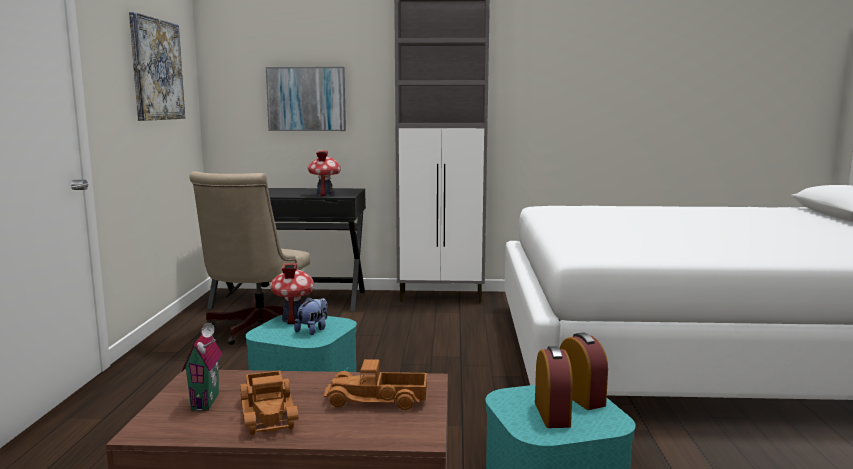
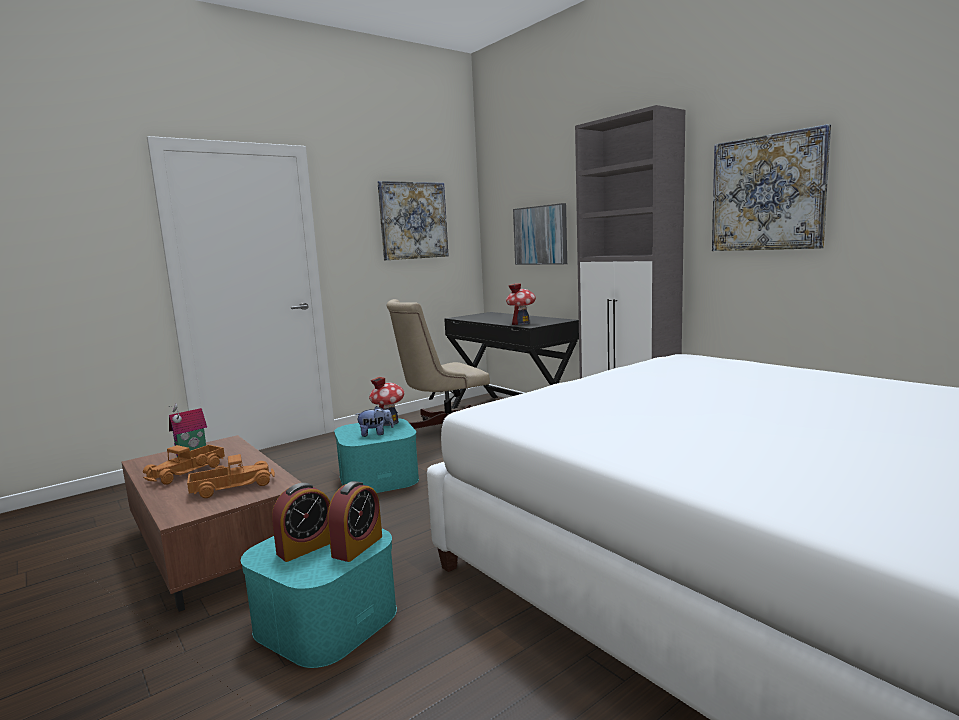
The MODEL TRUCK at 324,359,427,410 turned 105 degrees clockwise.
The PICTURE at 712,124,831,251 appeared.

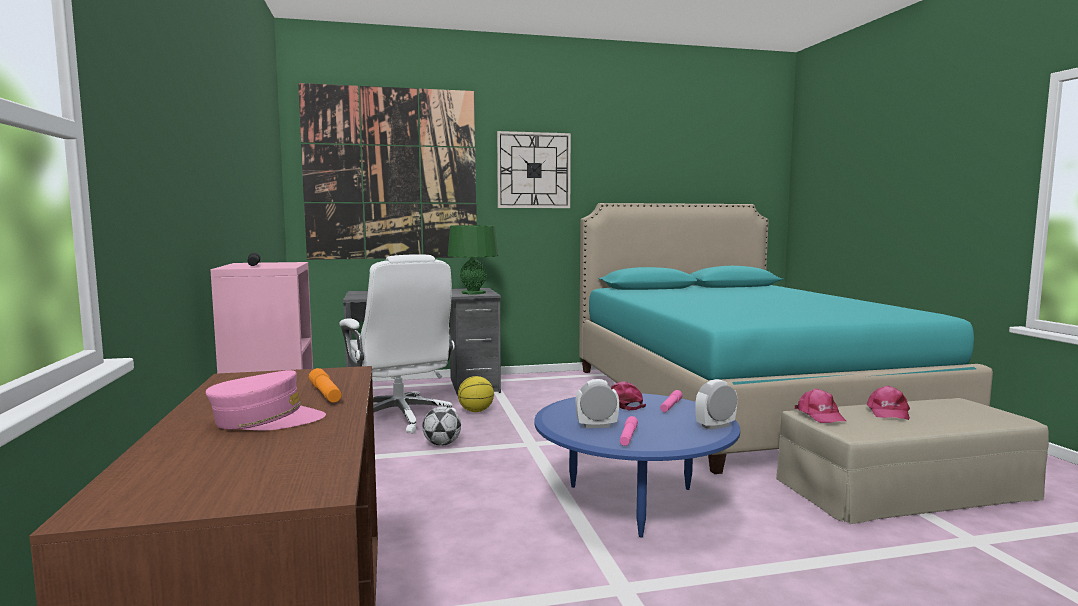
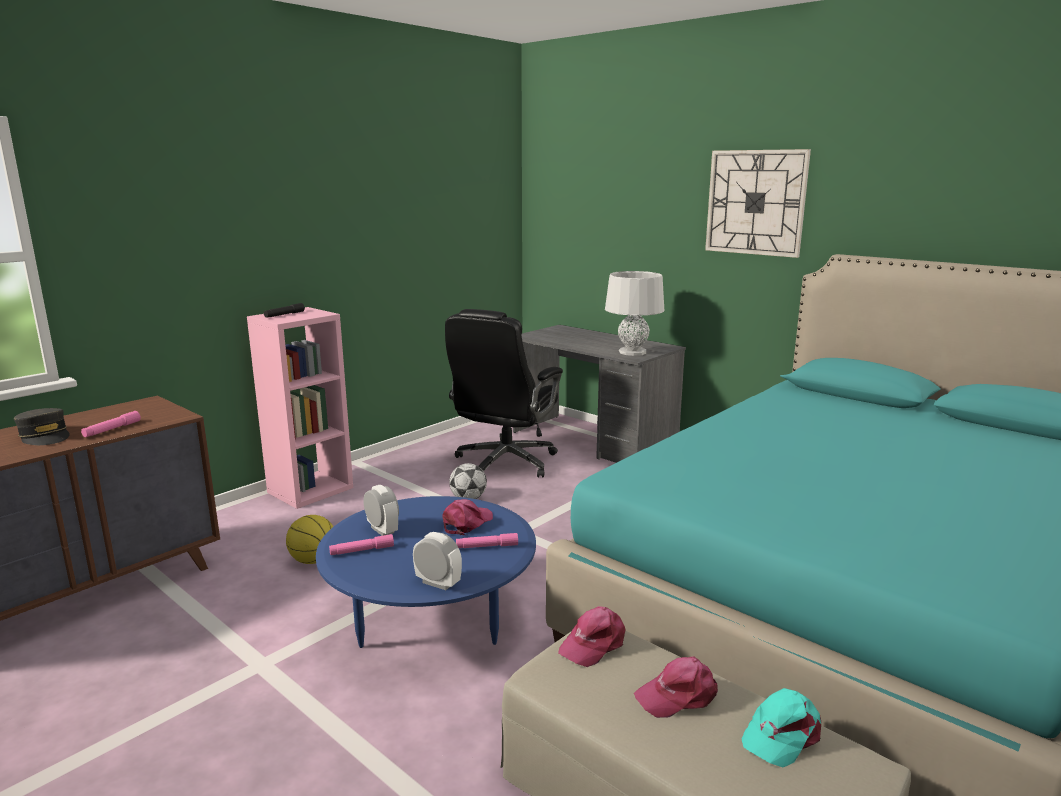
The PINK-COLOURED CAP at 206,370,326,431 became the GREYISH CAP at 14,408,70,445.
The PICTURE at 298,83,477,260 disappeared.
The ORANGEY FLASHLIGHT at 309,368,342,403 became the PINK-COLOURED FLASHLIGHT at 81,411,141,437.
The WHITISH OFFICE CHAIR at 339,254,456,434 became the BLACK-COLOURED OFFICE CHAIR at 445,309,563,478.
The GREEN LAMP FOR A TABLE at 448,225,498,294 became the GREYISH LAMP FOR A TABLE at 605,271,664,356.
The BASKETBALL BALL moved from 458,376,494,412 to 286,515,333,564.
The TURQUOISE CAP at 742,688,821,767 appeared.

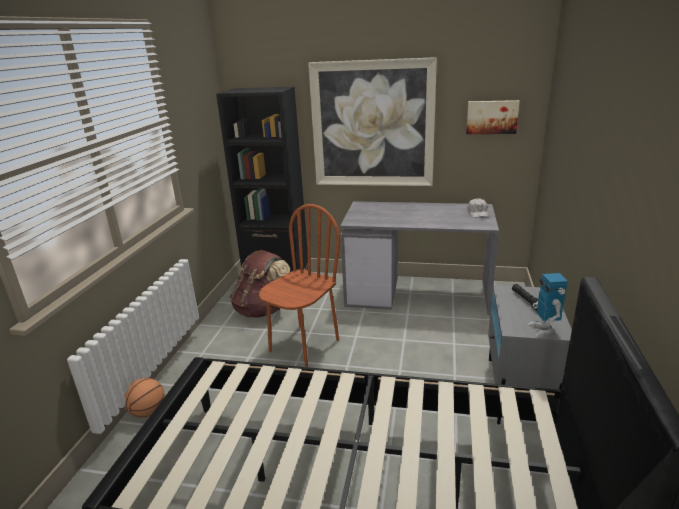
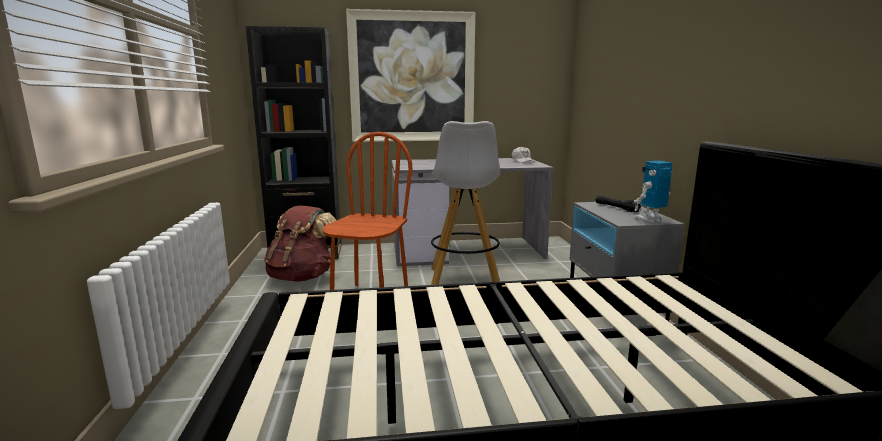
The BASKETBALL BALL at 124,378,165,417 disappeared.
The PICTURE at 466,100,520,134 disappeared.
The ROBOT FIGURE at 528,273,568,337 turned 90 degrees clockwise.
The WHITISH STOOL SEAT at 431,121,500,285 appeared.

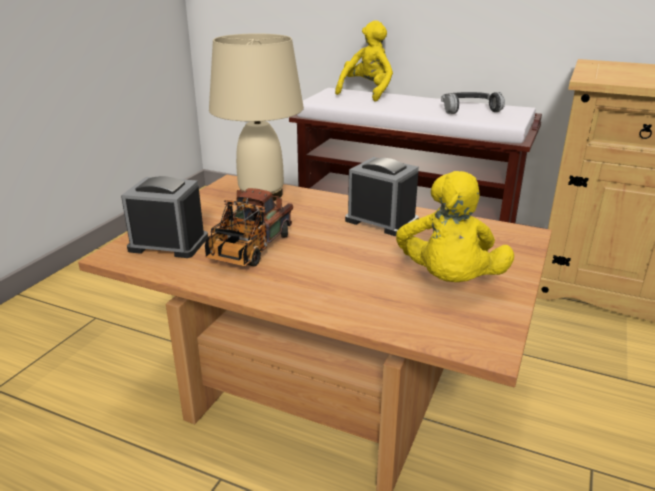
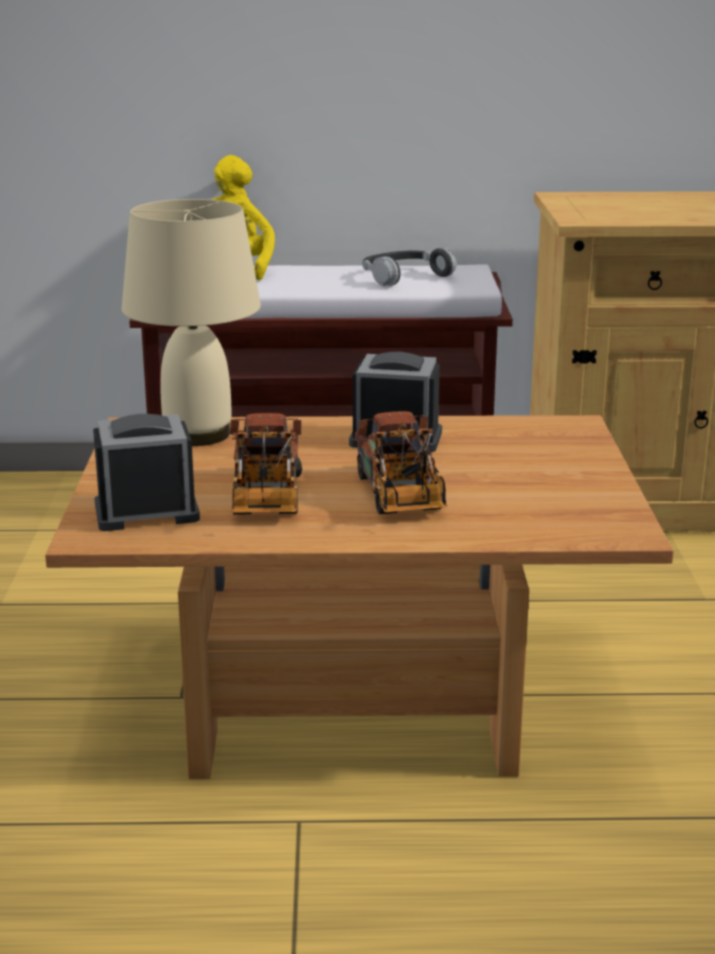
The YELLOWISH CUDDLY TOY at 396,171,514,282 disappeared.
The MODEL TRUCK at 354,411,447,514 appeared.

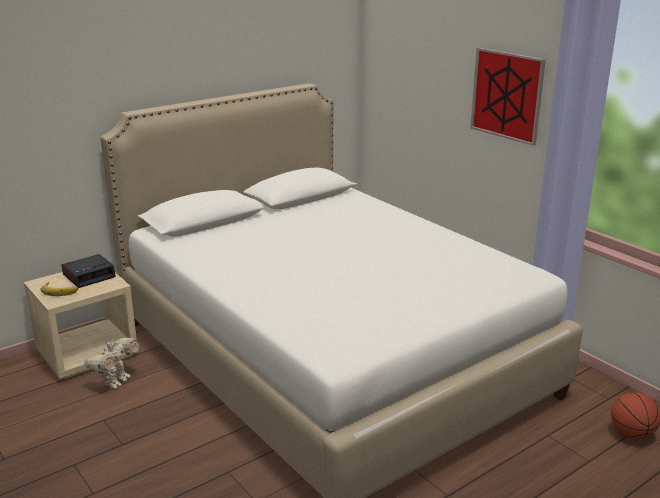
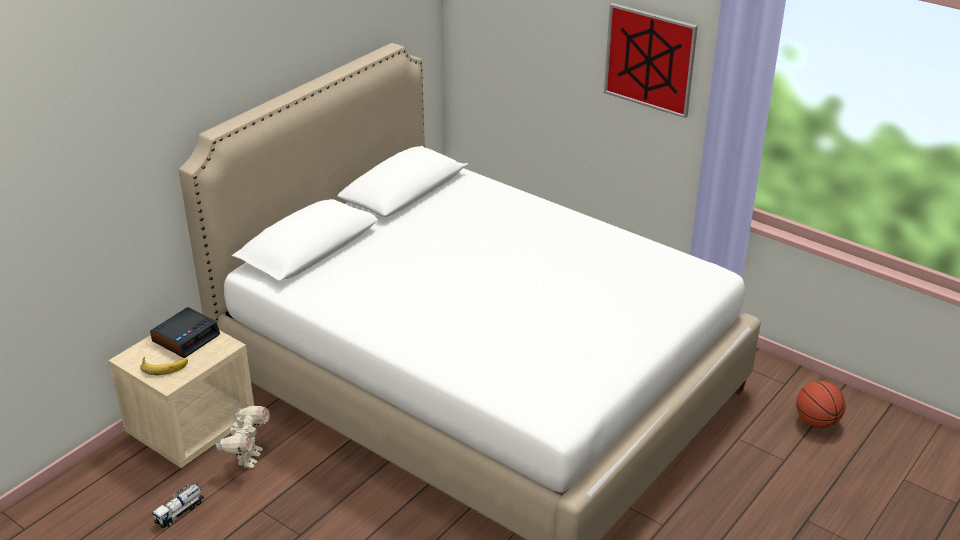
The MODEL TRUCK at 152,483,204,528 appeared.

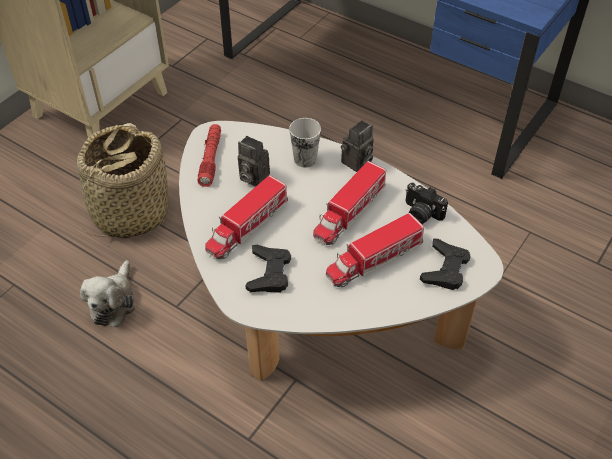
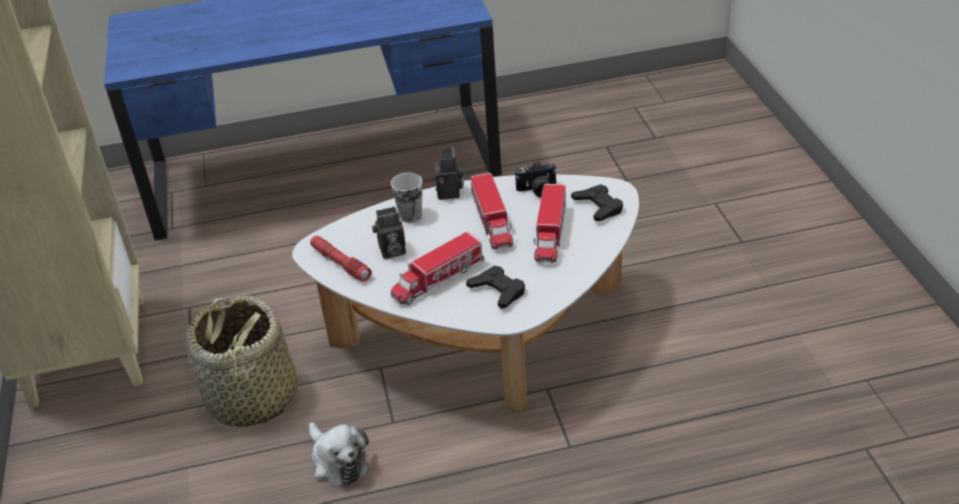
The MODEL TRUCK at 205,175,288,259 turned 60 degrees clockwise.

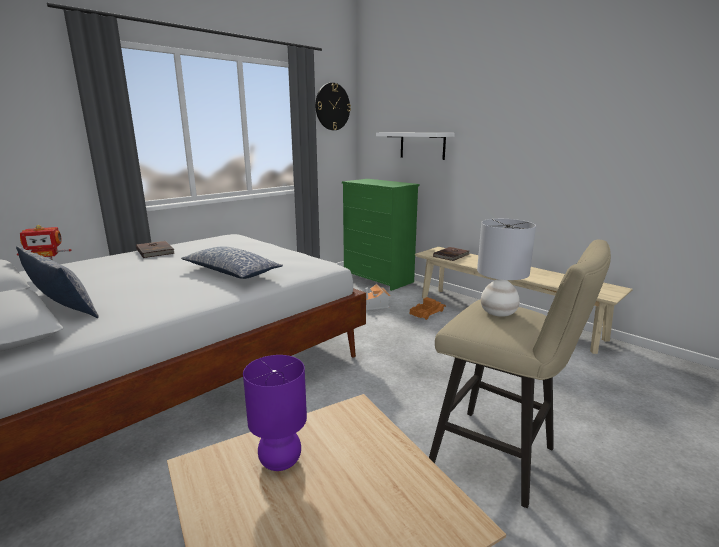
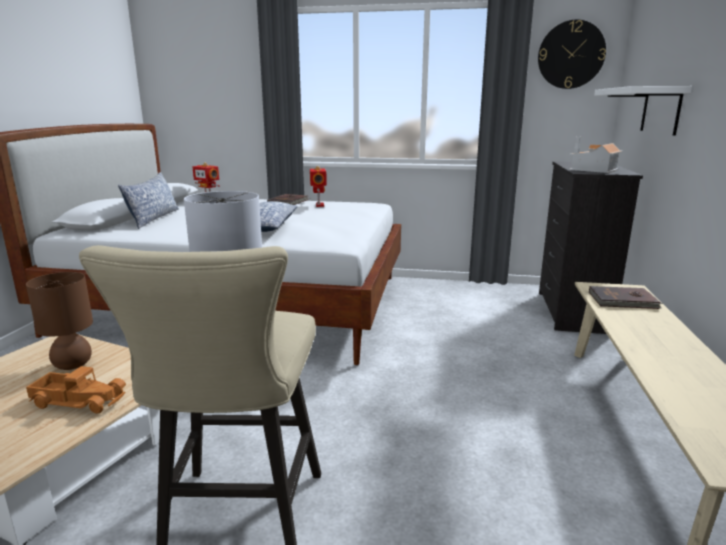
The PURPLISH LAMP FOR A TABLE at 243,355,307,471 became the BROWNISH LAMP FOR A TABLE at 26,272,93,370.
The GREEN DRAWER CHEST at 342,179,419,291 became the BLACK-COLOURED DRAWER CHEST at 539,161,643,334.
The MODEL HOUSE moved from 365,284,391,310 to 569,137,623,173.
The MODEL TRUCK moved from 409,297,446,320 to 26,366,126,414.
The ROBOT FIGURE at 310,166,327,207 appeared.

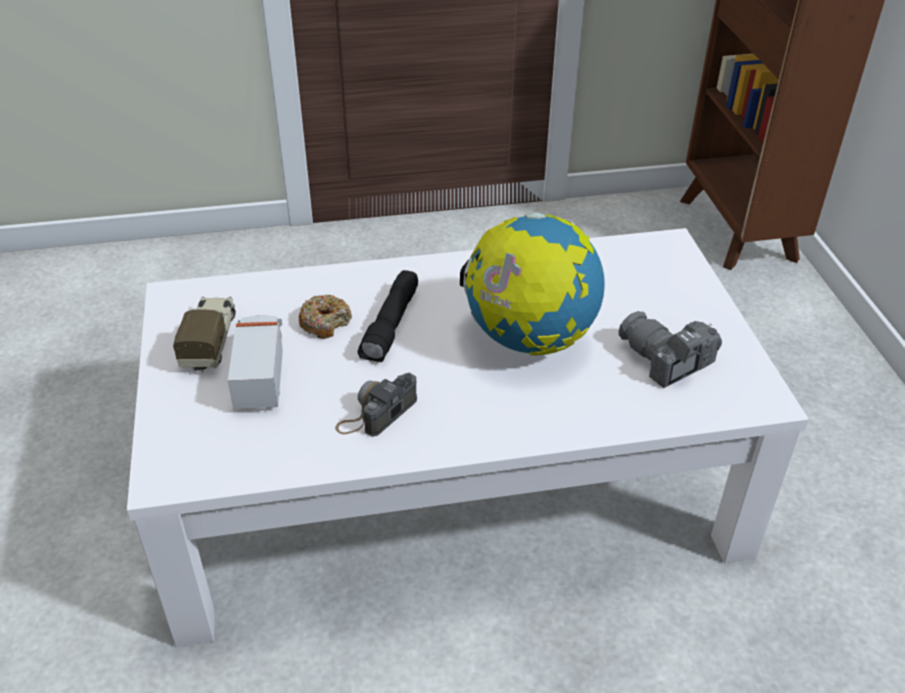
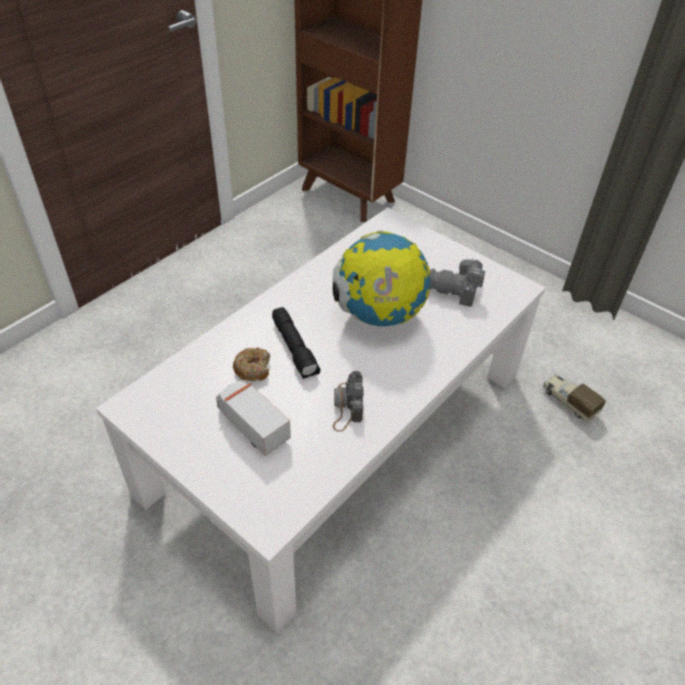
The MODEL TRUCK moved from 173,296,236,372 to 543,374,606,422.

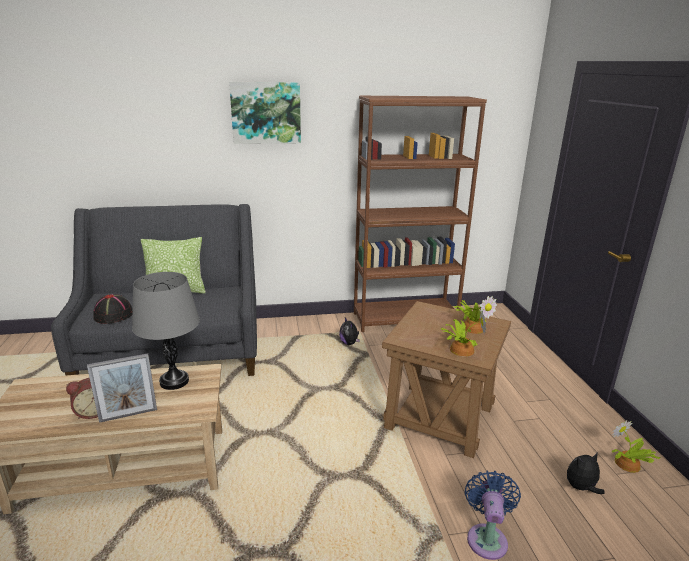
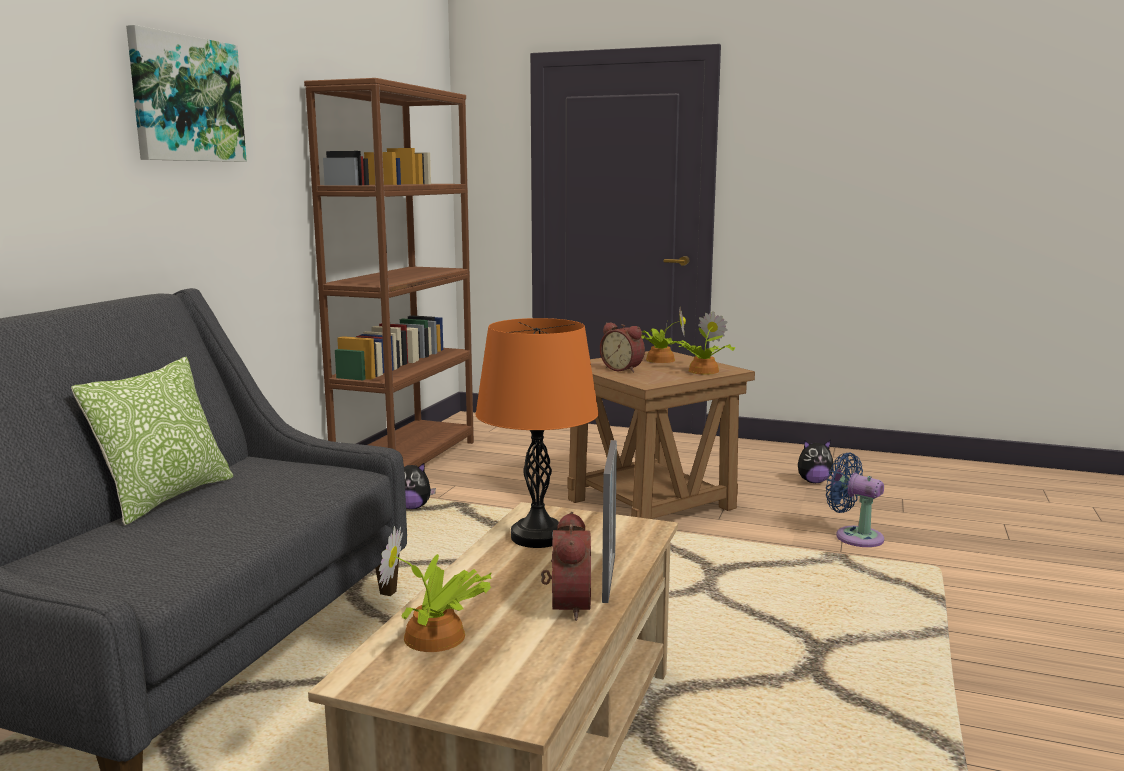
The BLACK-COLOURED WEARABLE HAT at 93,294,133,324 disappeared.
The GREYISH LAMP FOR A TABLE at 132,272,200,390 became the ORANGEY LAMP FOR A TABLE at 475,318,599,548.
The CUDDLY TOY at 567,453,605,494 turned 105 degrees counterclockwise.
The POTTED PLANT moved from 612,420,660,473 to 379,526,492,652.
The ALARM CLOCK at 600,322,645,373 appeared.

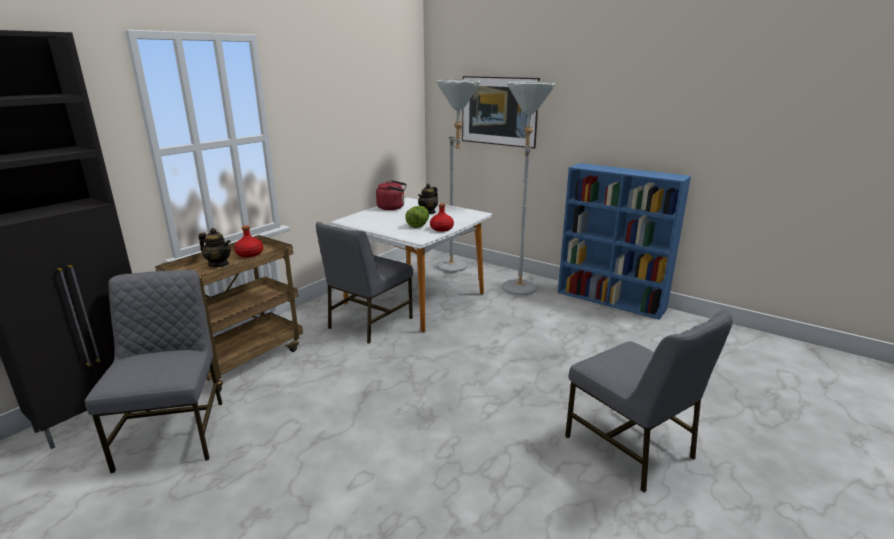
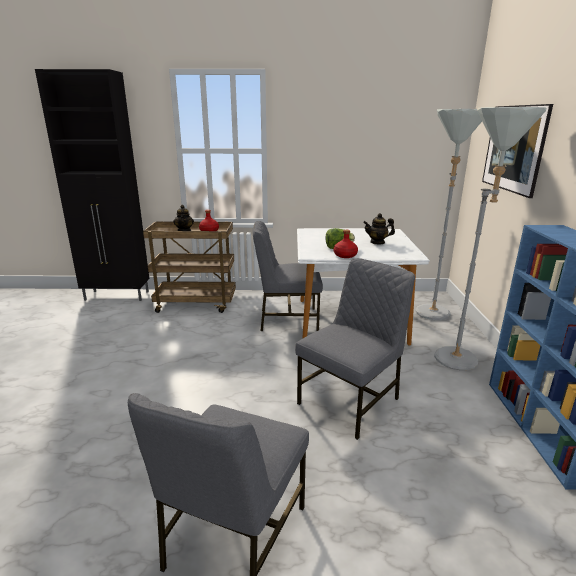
The GREYISH CHAIR moved from 85,270,222,473 to 295,258,415,440.
The REDDISH WATER KETTLE at 376,180,407,210 disappeared.

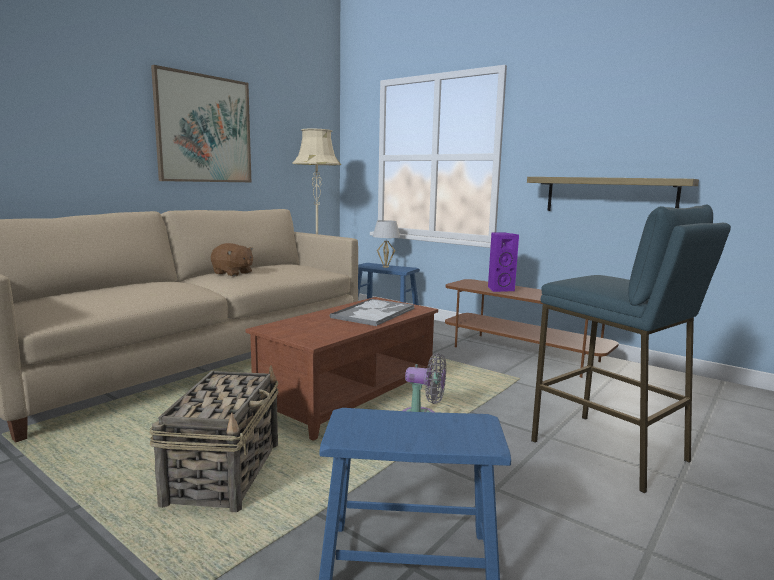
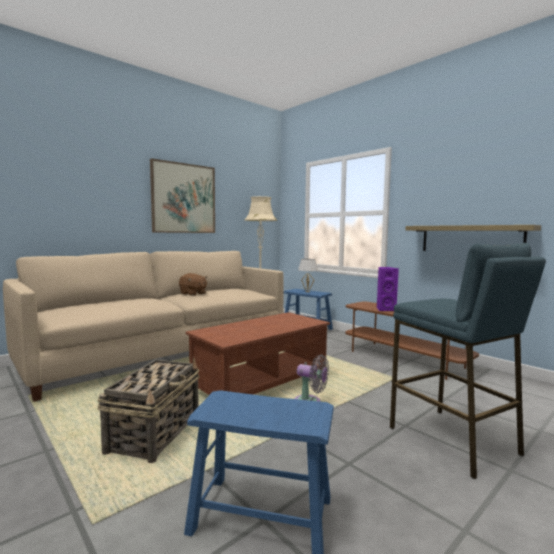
The CARRYING TRAY at 330,299,414,326 disappeared.

